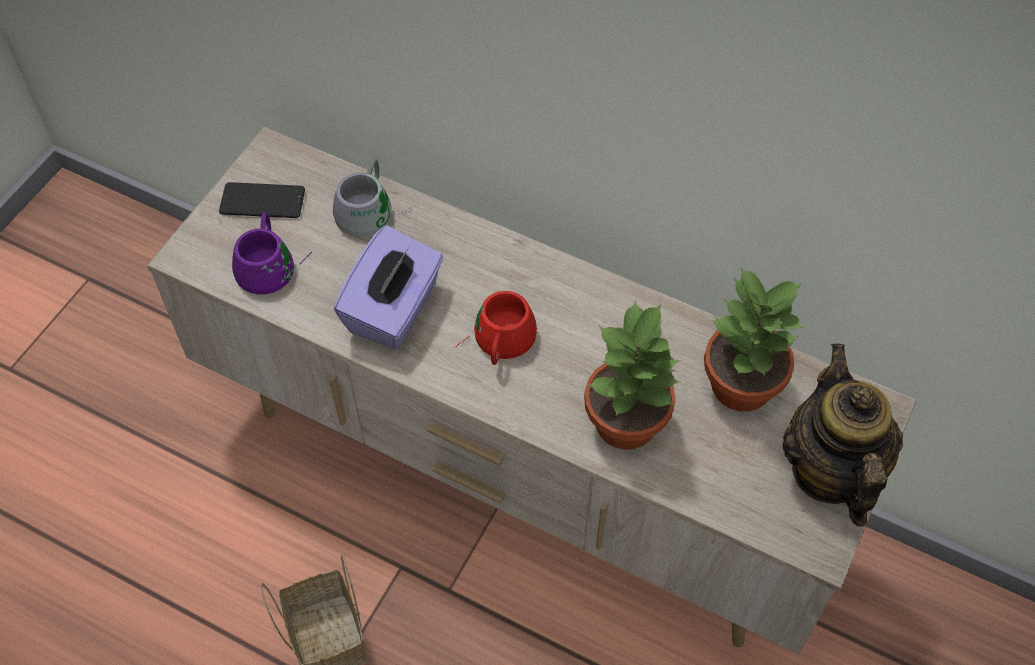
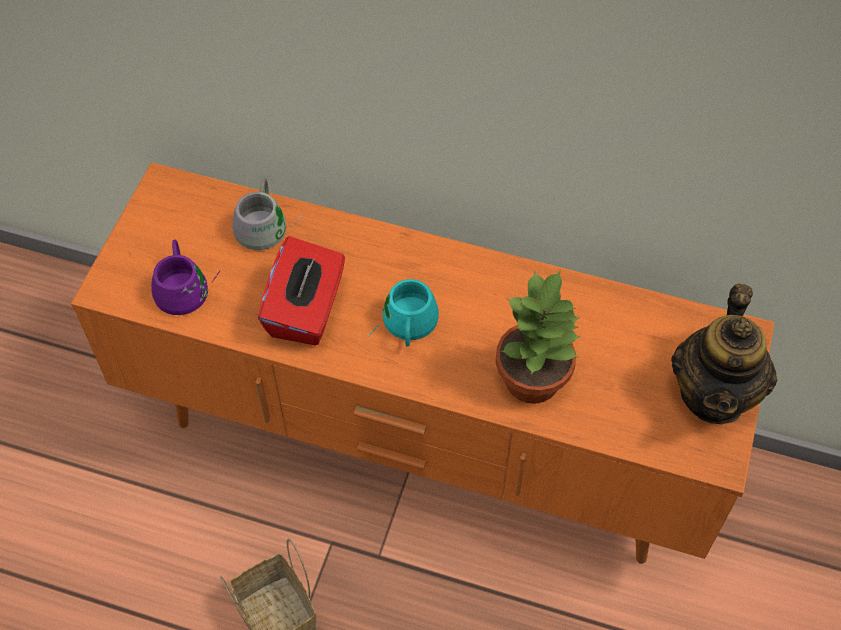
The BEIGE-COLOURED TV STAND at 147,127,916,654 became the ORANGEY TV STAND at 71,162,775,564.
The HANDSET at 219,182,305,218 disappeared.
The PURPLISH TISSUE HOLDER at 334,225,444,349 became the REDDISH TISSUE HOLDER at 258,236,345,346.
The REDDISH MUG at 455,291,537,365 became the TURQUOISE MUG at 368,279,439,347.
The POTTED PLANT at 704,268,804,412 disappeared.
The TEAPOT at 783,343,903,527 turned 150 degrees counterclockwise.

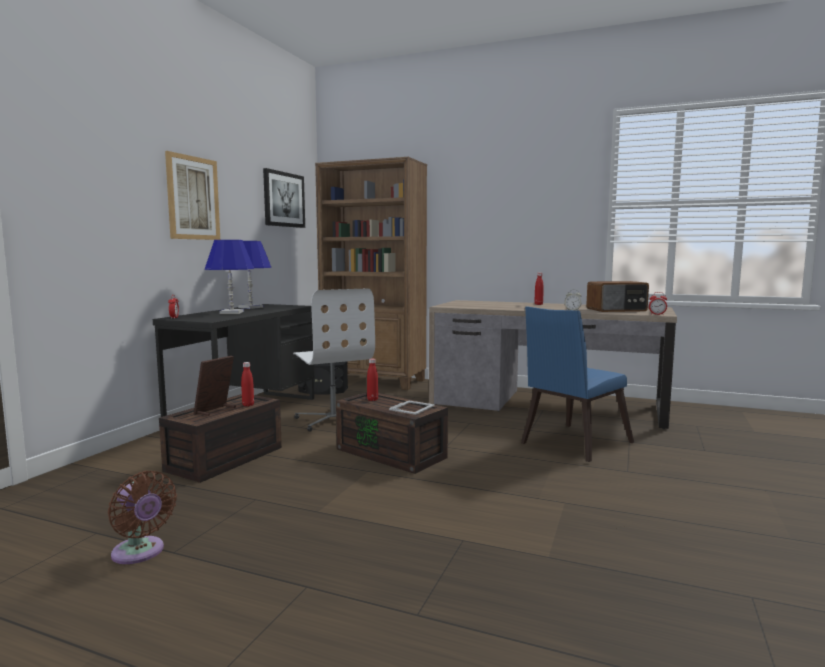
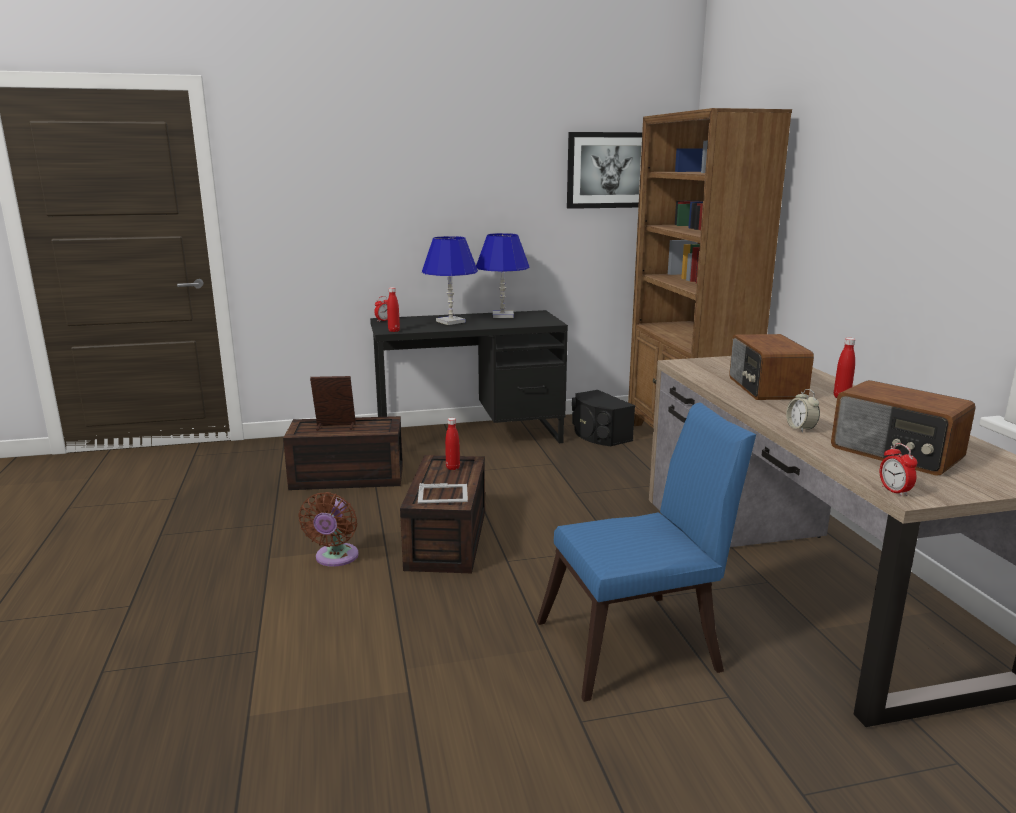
The BROWNISH ELECTRIC FAN moved from 108,471,177,564 to 298,492,359,567.
The PICTURE at 165,151,220,240 disappeared.
The REDDISH BEVERAGE BOTTLE moved from 241,362,254,406 to 387,287,400,332.
The WHITISH OFFICE CHAIR at 293,288,375,432 disappeared.
The BLUE CHAIR at 521,306,634,462 turned 150 degrees clockwise.
The RADIO RECEIVER at 729,334,814,400 appeared.

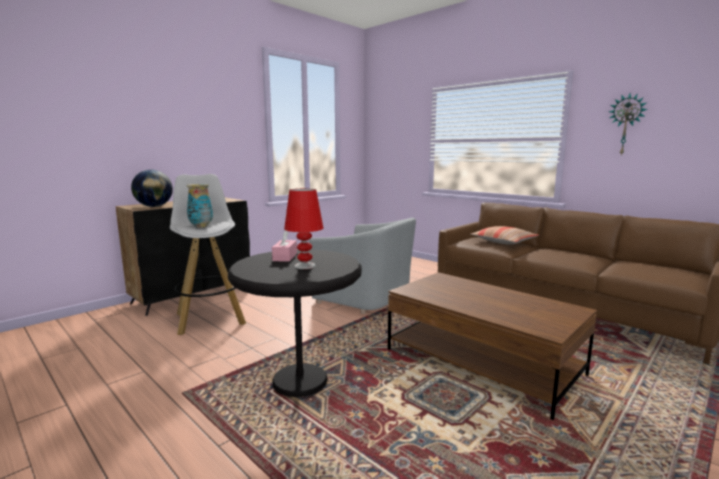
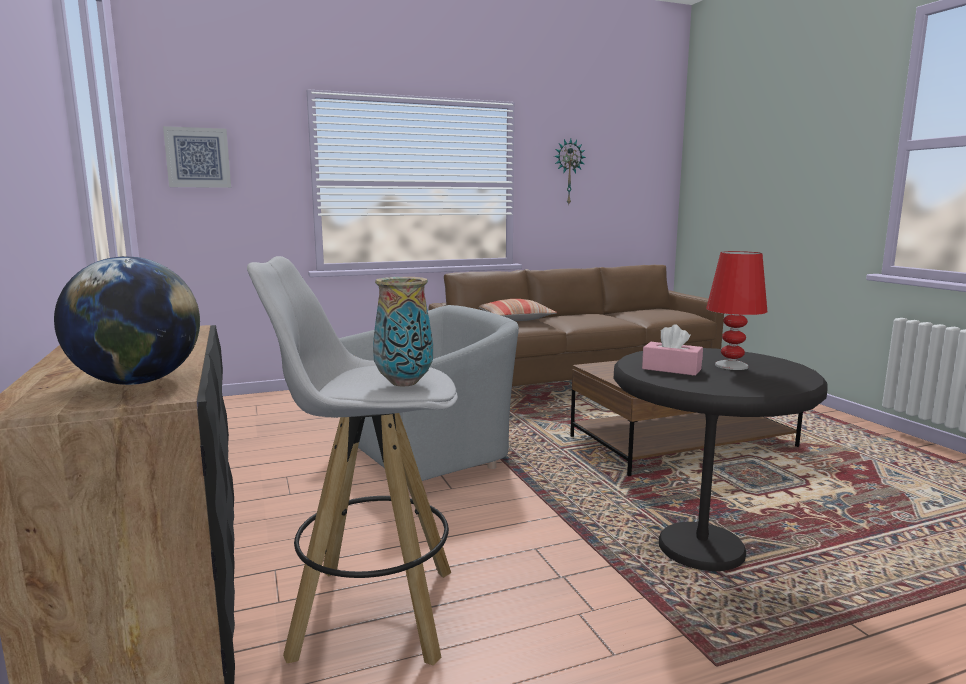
The PICTURE at 163,126,231,188 appeared.

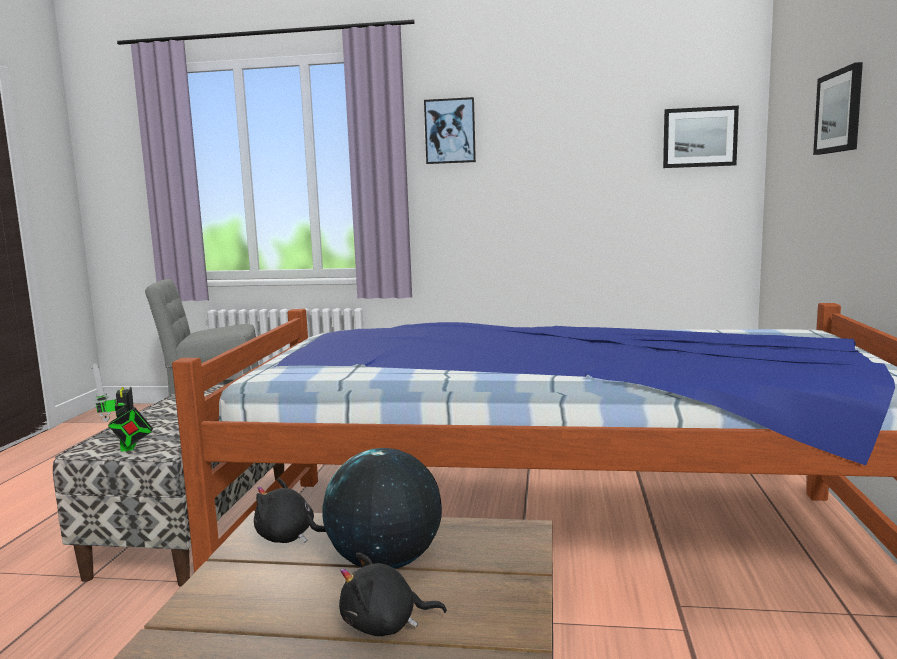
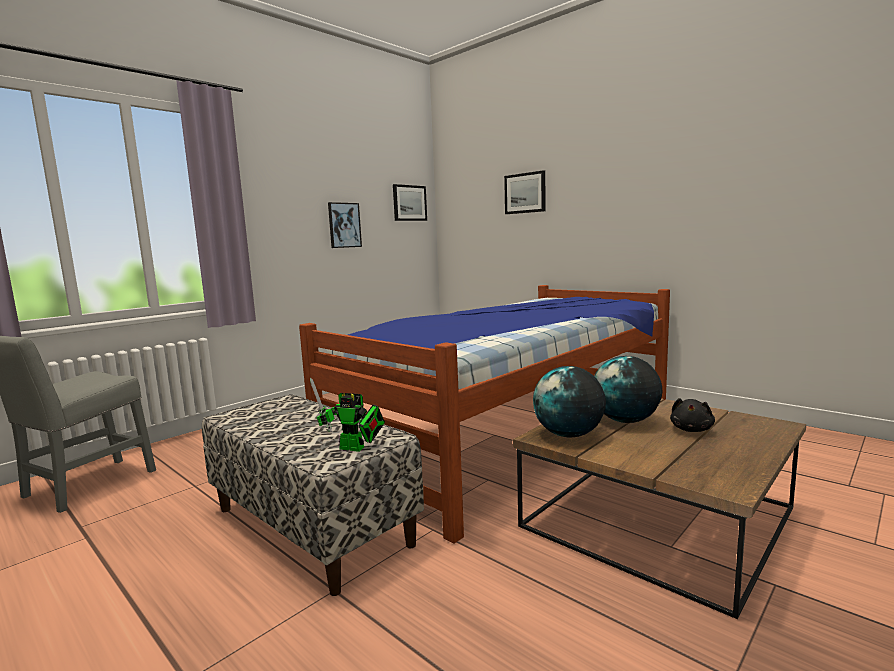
The BLACK-COLOURED CUDDLY TOY at 254,478,326,543 was replaced by the WORLD GLOBE at 533,366,606,437.
The PICTURE moved from 424,97,476,164 to 328,202,362,248.

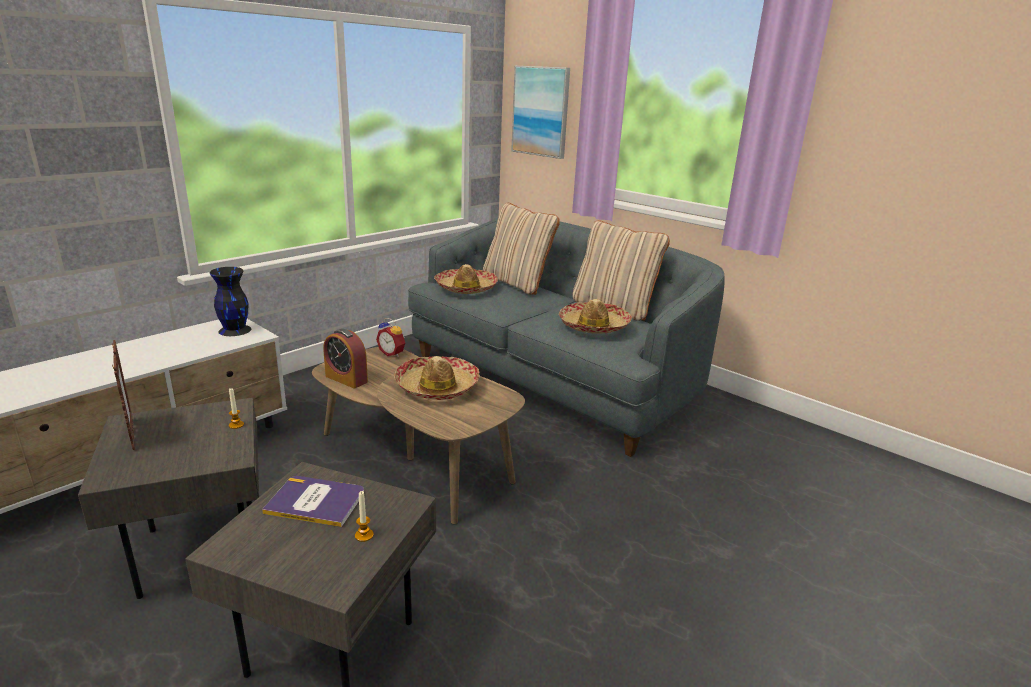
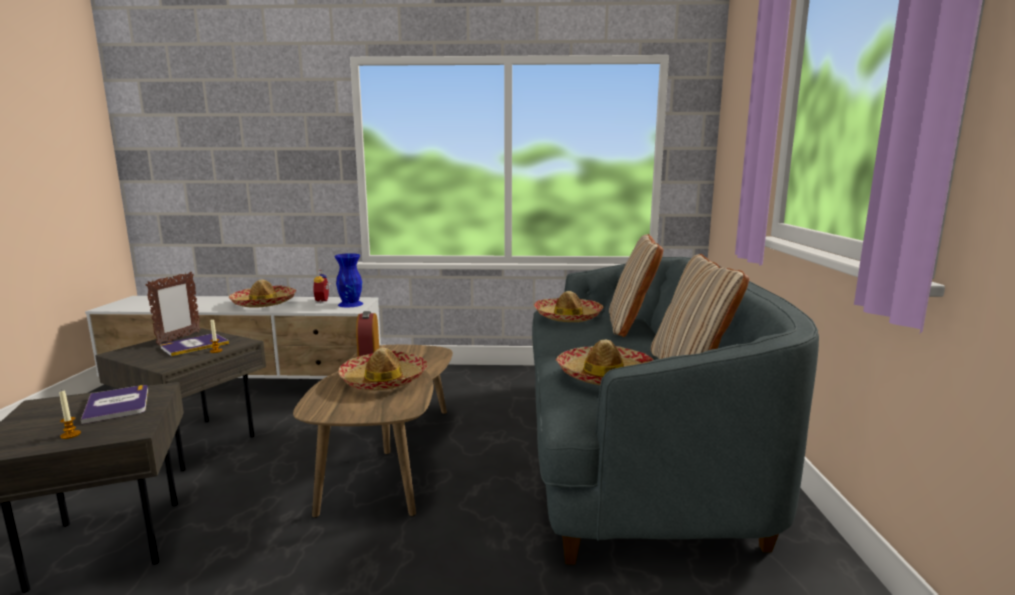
The BLACK-COLOURED VASE at 209,267,251,336 became the BLUE VASE at 335,253,363,308.
The ALARM CLOCK moved from 376,318,405,357 to 314,270,331,303.
The PICTURE at 511,66,570,159 disappeared.
The BOUND BOOK at 160,334,229,356 appeared.
The WEARABLE HAT at 229,279,296,308 appeared.

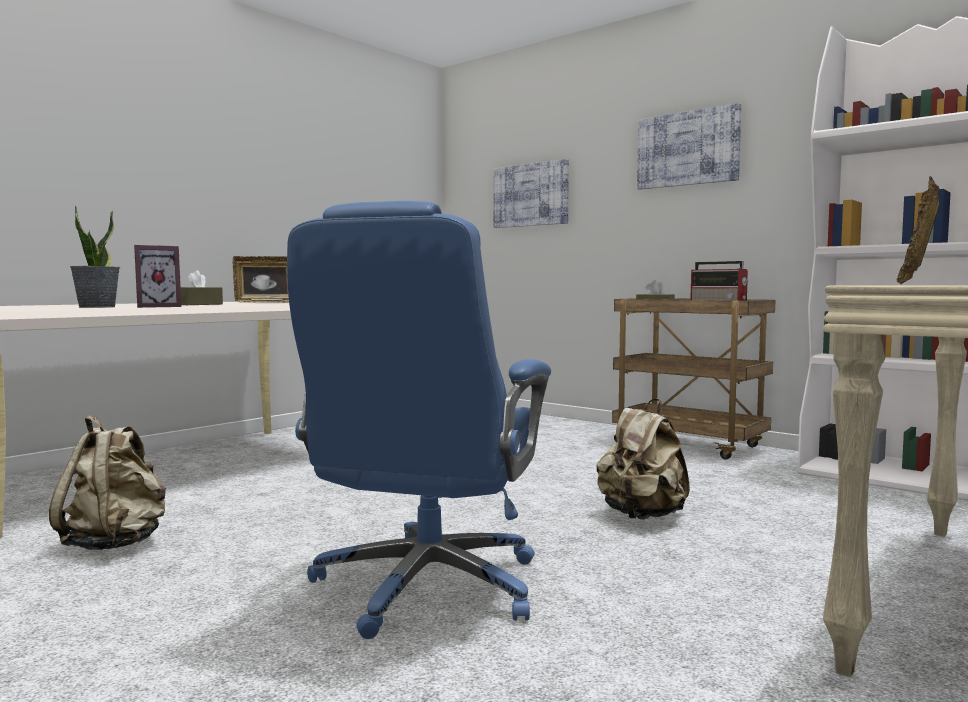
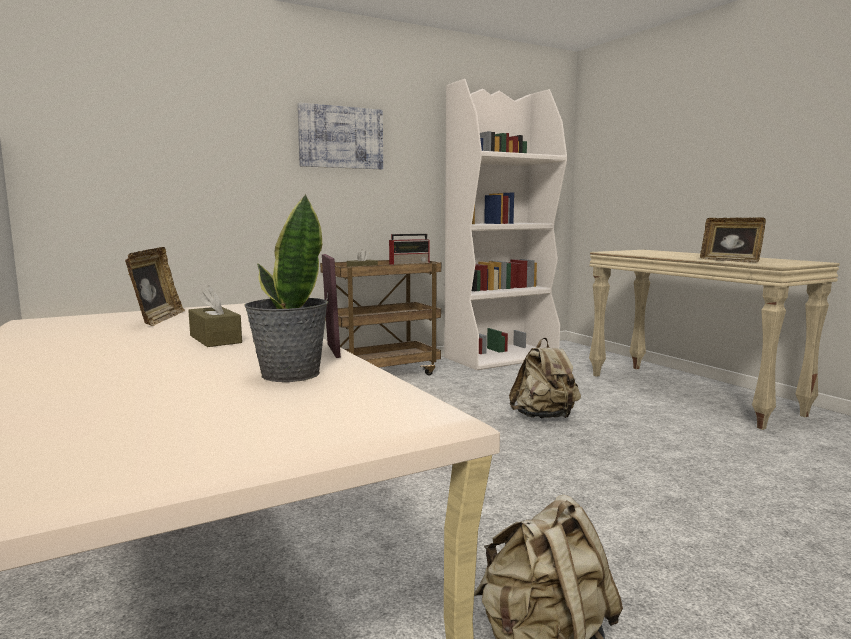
The BLUE OFFICE CHAIR at 287,201,551,639 disappeared.
The PICTURE at 493,159,569,228 disappeared.

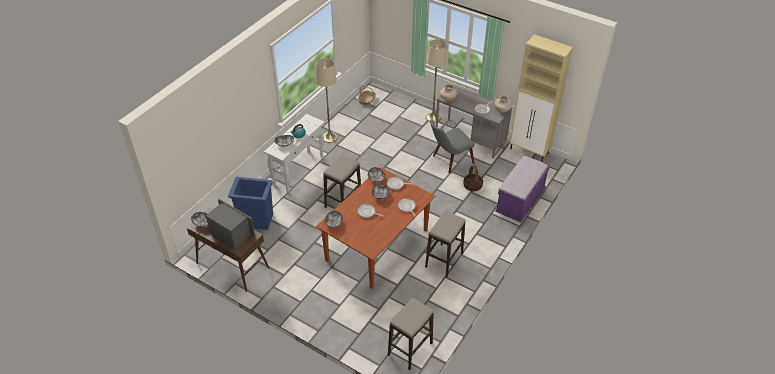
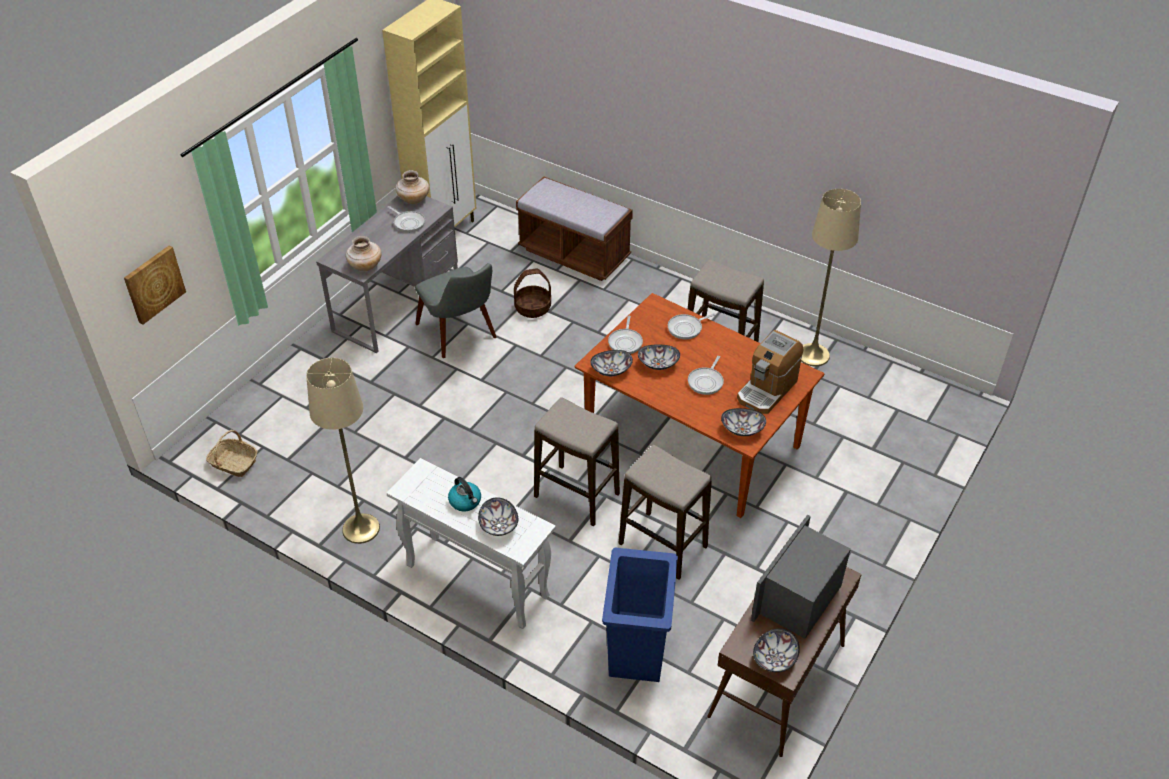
The STOOL SEAT moved from 388,298,434,370 to 618,445,712,580.
The BEIGE-COLOURED STANDING LAMP moved from 426,39,447,123 to 801,189,861,366.
The PURPLISH LONG SEAT at 495,155,550,223 became the BROWNISH LONG SEAT at 516,177,633,281.
The PICTURE at 124,245,186,325 appeared.
The COFFEE MACHINE at 737,330,803,414 appeared.

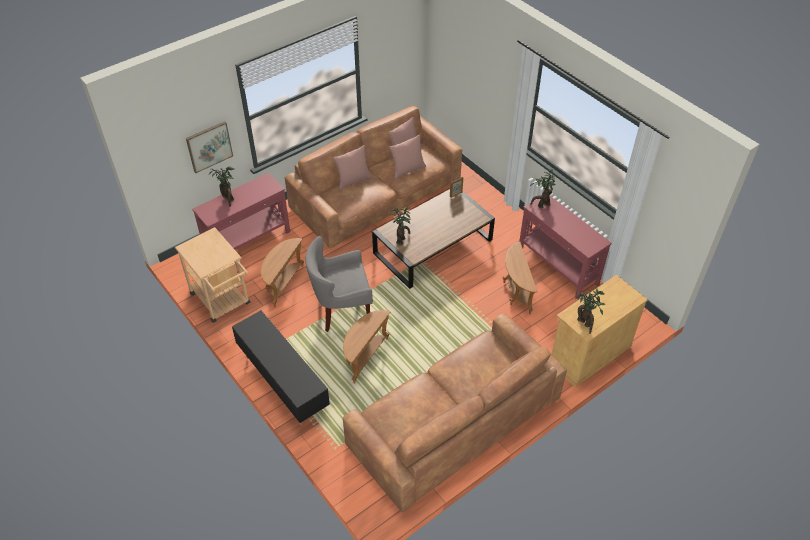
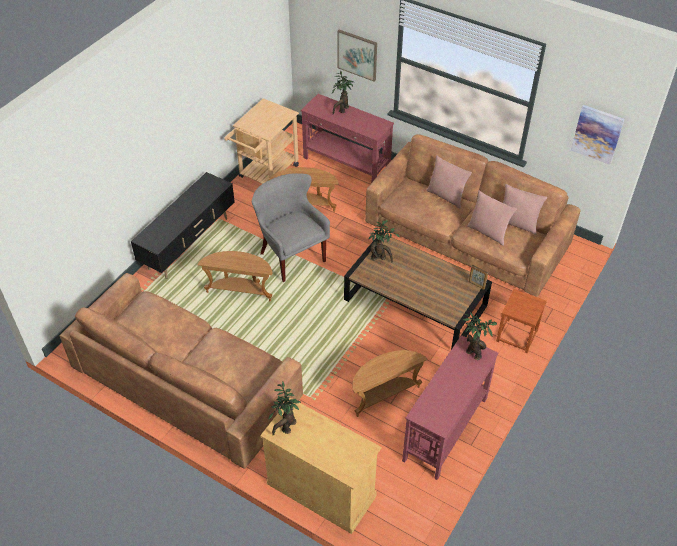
The BROWNISH STOOL SEAT at 496,289,547,353 appeared.
The PICTURE at 571,105,624,165 appeared.

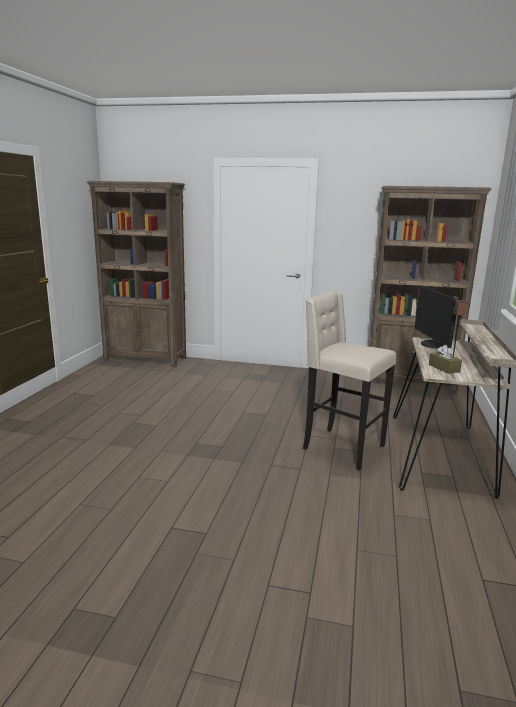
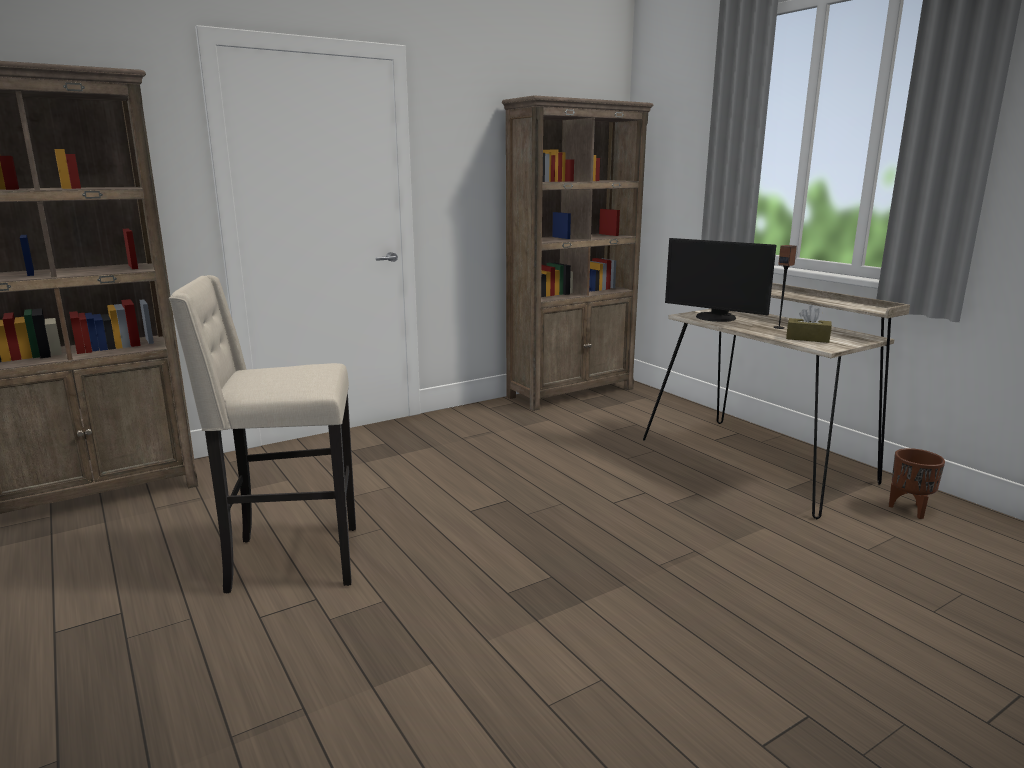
The BEIGE-COLOURED STOOL SEAT moved from 303,291,396,470 to 169,275,356,593.
The BROWNISH FLOWER POT at 889,448,945,519 appeared.

